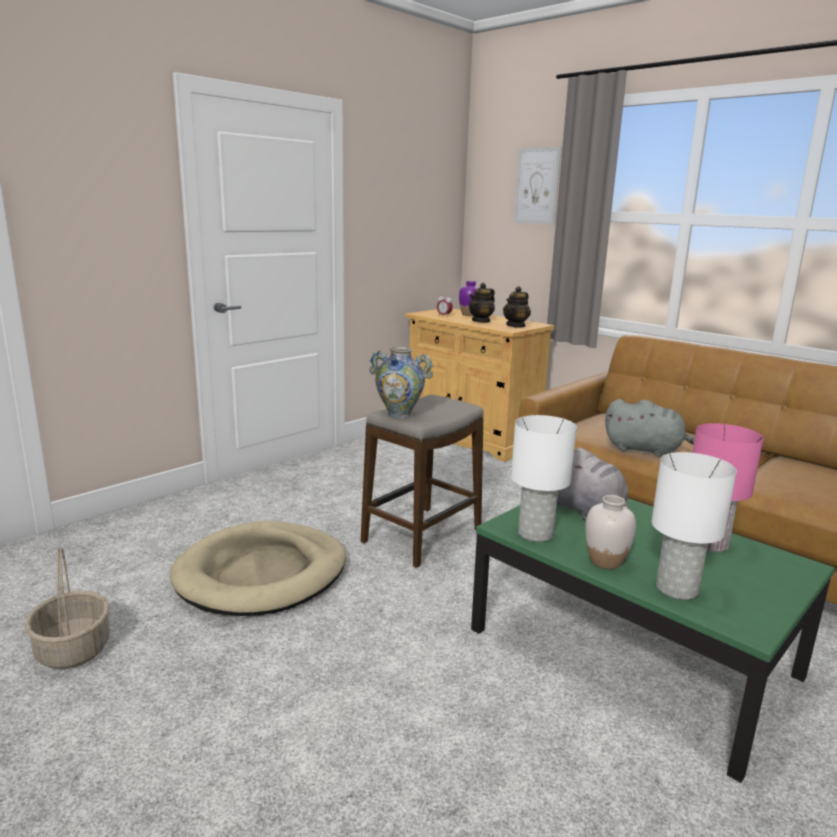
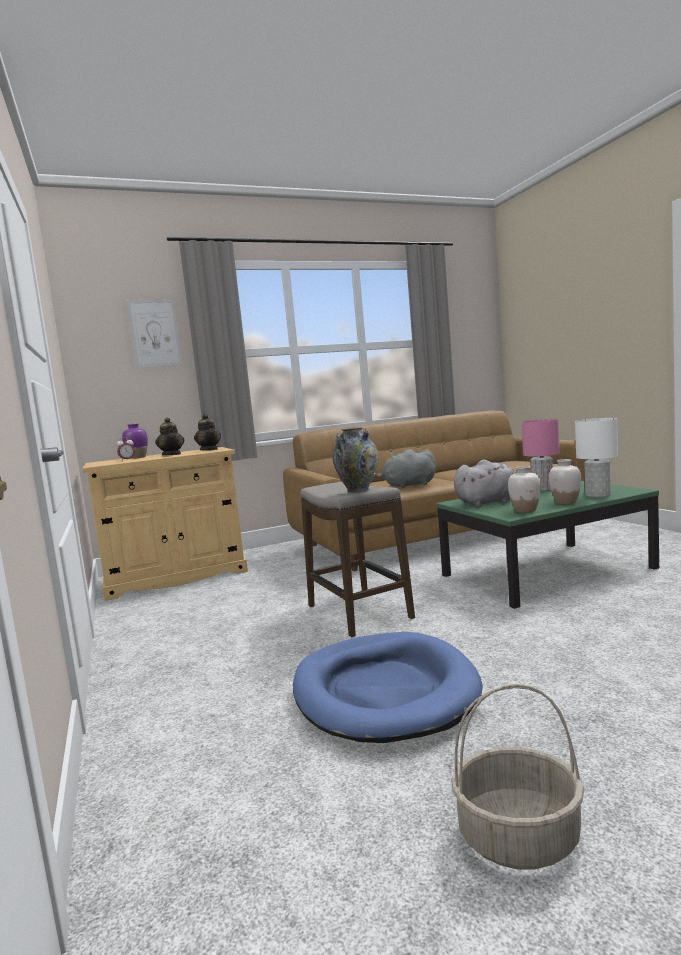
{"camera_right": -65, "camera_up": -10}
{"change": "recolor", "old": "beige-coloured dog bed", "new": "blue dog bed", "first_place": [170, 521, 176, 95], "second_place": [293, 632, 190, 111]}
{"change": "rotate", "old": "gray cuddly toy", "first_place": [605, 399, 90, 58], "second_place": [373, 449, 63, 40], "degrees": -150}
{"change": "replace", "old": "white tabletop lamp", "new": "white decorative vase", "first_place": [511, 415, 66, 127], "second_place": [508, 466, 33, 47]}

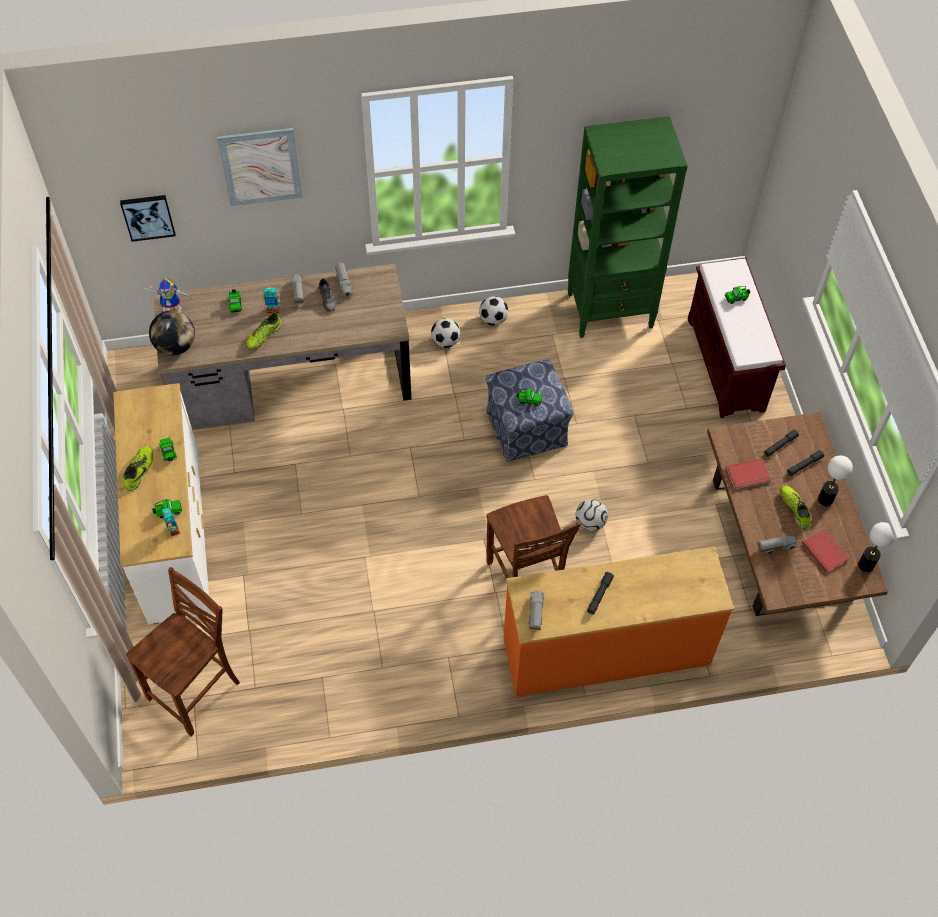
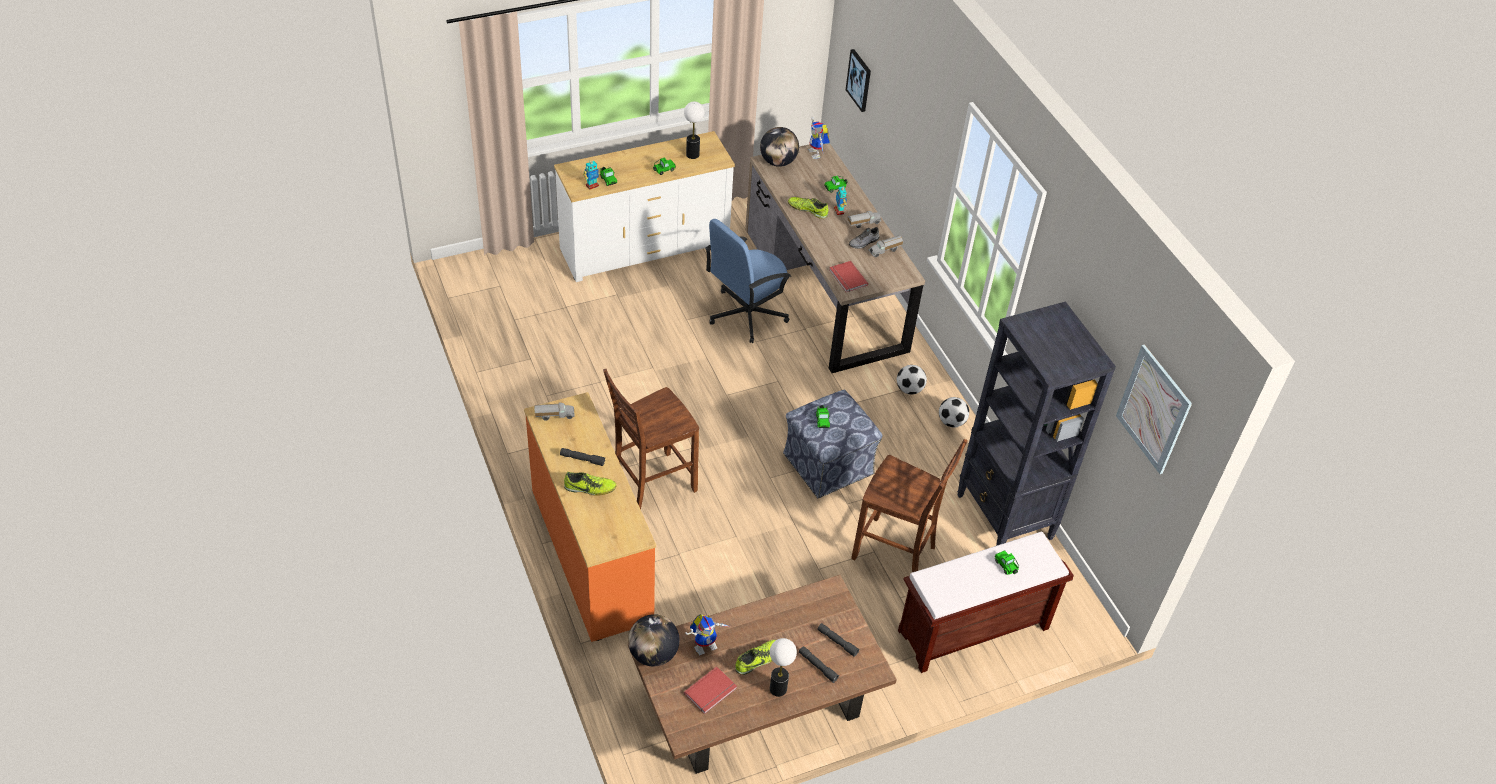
{"camera_right": 75, "camera_up": -10}
{"change": "move", "old": "item of footwear", "first_place": [122, 445, 31, 46], "second_place": [564, 472, 52, 24]}
{"change": "insert", "new": "globe", "second_place": [628, 614, 52, 52]}
{"change": "move", "old": "tabletop lamp", "first_place": [858, 522, 37, 50], "second_place": [684, 102, 20, 57]}
{"change": "replace", "old": "toy lorry", "new": "toy robot", "first_place": [757, 535, 40, 19], "second_place": [685, 614, 45, 42]}
{"change": "insert", "new": "blue computer chair", "second_place": [705, 219, 86, 124]}
{"change": "move", "old": "red-coloured book", "first_place": [726, 458, 45, 32], "second_place": [829, 261, 39, 31]}
{"change": "move", "old": "brownish plain chair", "first_place": [126, 567, 114, 169], "second_place": [851, 439, 116, 133]}
{"change": "recolor", "old": "green bookcase", "new": "blackish bookcase", "first_place": [568, 116, 120, 222], "second_place": [957, 301, 159, 245]}
{"change": "move", "old": "wall picture", "first_place": [217, 128, 86, 78], "second_place": [1116, 344, 76, 130]}
{"change": "delete", "old": "football", "first_place": [576, 499, 32, 32]}

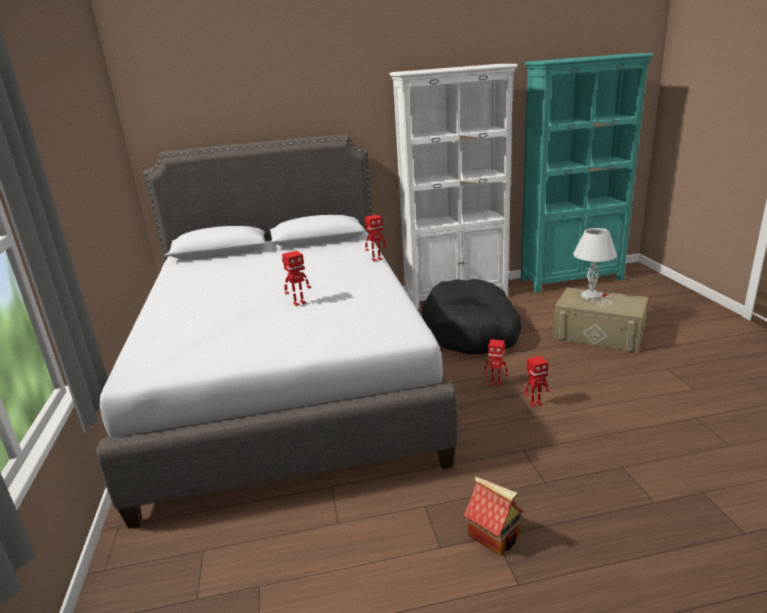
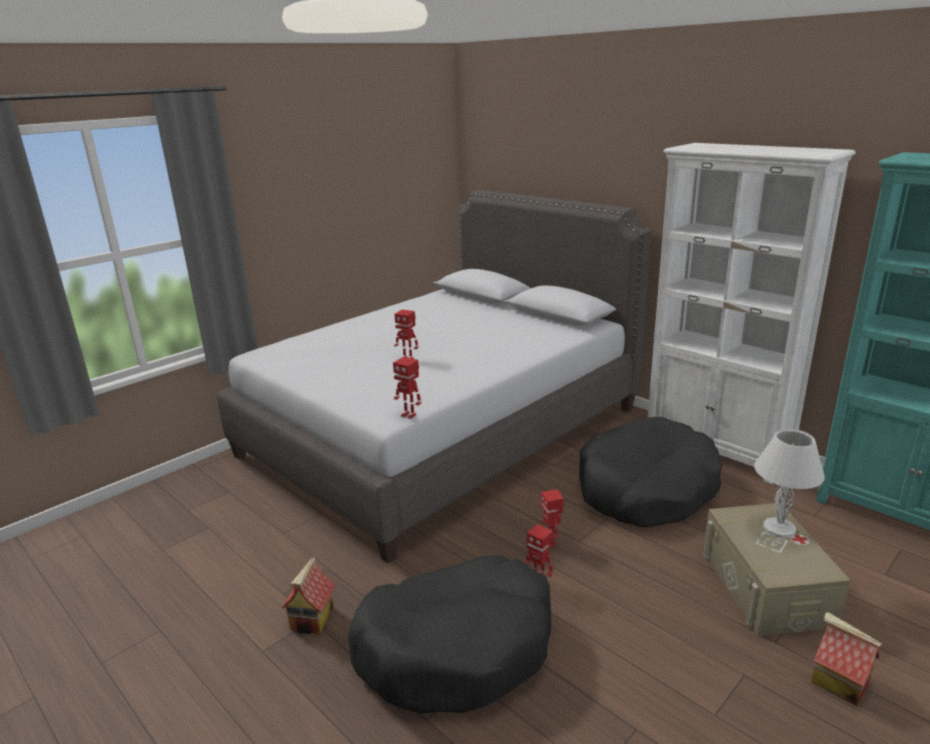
{"camera_right": 55, "camera_up": 0}
{"change": "insert", "new": "blackish dog bed", "second_place": [347, 555, 204, 158]}
{"change": "move", "old": "toy robot", "first_place": [365, 215, 23, 47], "second_place": [393, 357, 28, 62]}
{"change": "insert", "new": "model house", "second_place": [811, 612, 71, 94]}

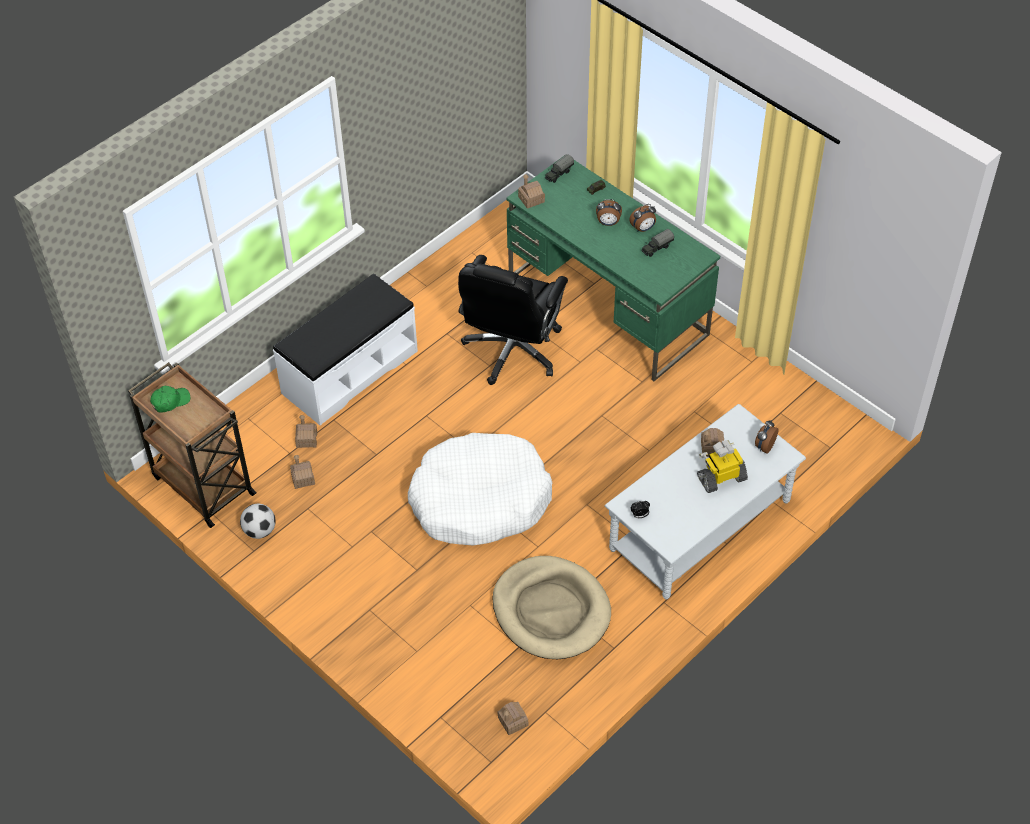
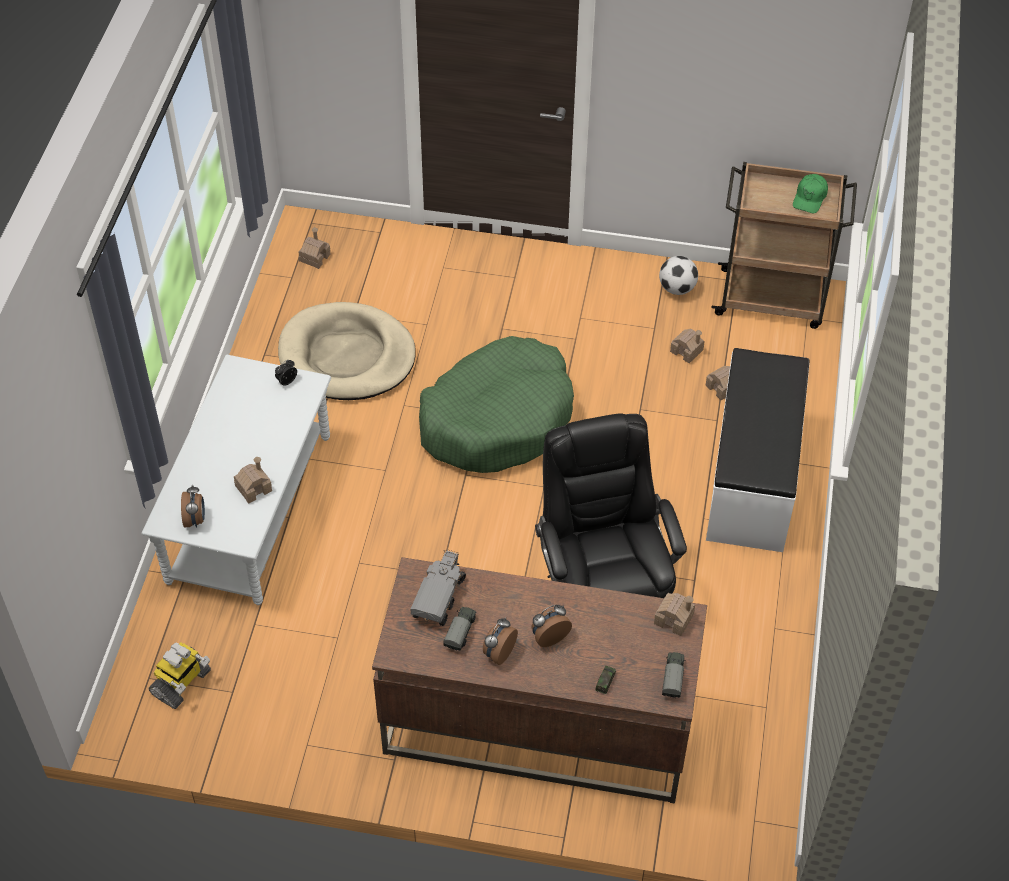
{"camera_right": 145, "camera_up": 0}
{"change": "move", "old": "toy robot", "first_place": [697, 440, 51, 53], "second_place": [148, 642, 63, 67]}
{"change": "recolor", "old": "green desk", "new": "brownish desk", "first_place": [506, 155, 214, 226], "second_place": [372, 557, 335, 247]}
{"change": "insert", "new": "toy lorry", "second_place": [411, 550, 55, 76]}
{"change": "recolor", "old": "white dog bed", "new": "green dog bed", "first_place": [408, 433, 144, 112], "second_place": [419, 336, 155, 137]}

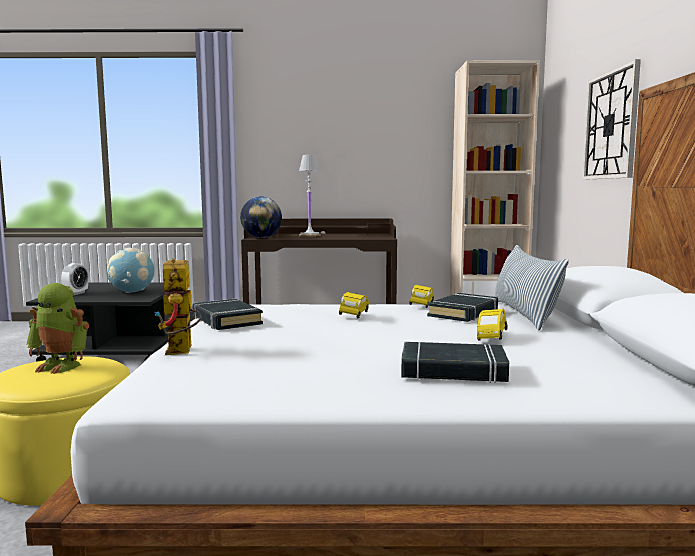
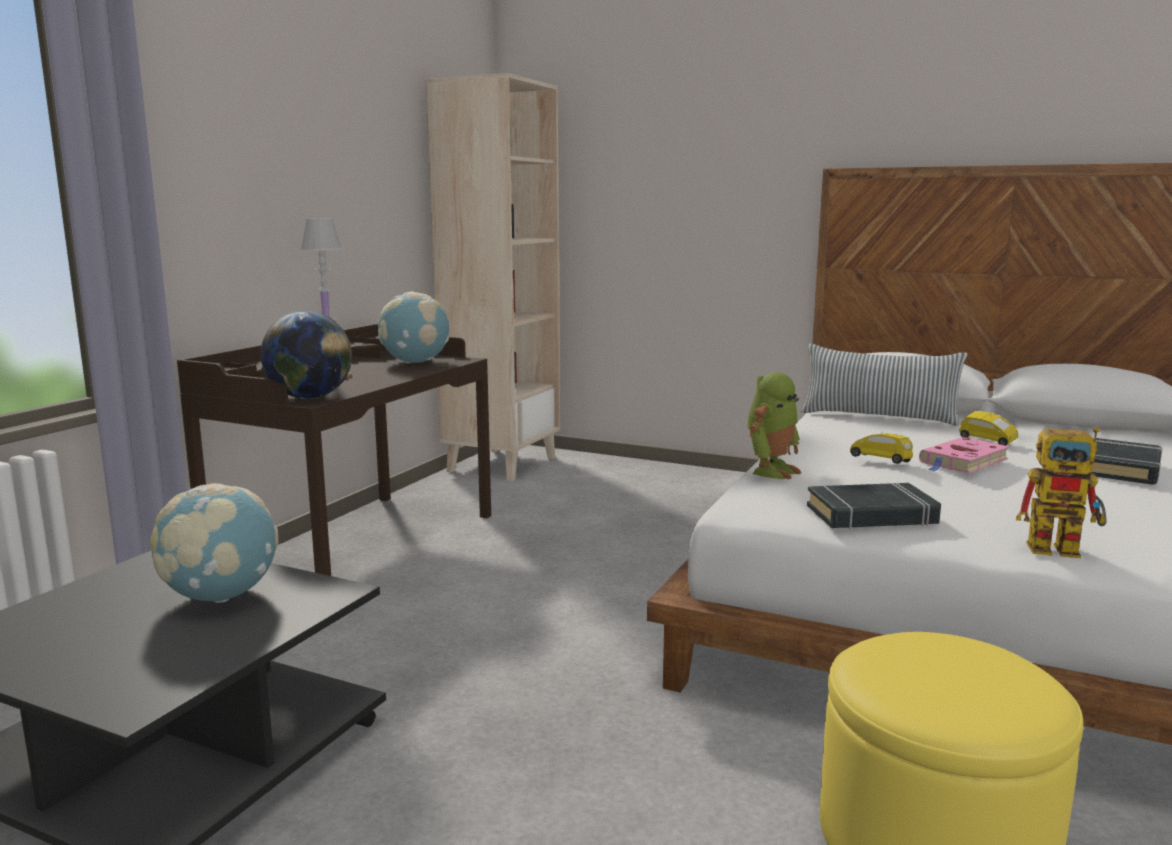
{"camera_right": -65, "camera_up": 5}
{"change": "insert", "new": "globe", "second_place": [378, 292, 71, 72]}
{"change": "move", "old": "toy robot", "first_place": [27, 283, 62, 91], "second_place": [747, 372, 54, 107]}
{"change": "insert", "new": "pink book", "second_place": [919, 437, 91, 37]}
{"change": "delete", "old": "table clock", "first_place": [61, 263, 27, 32]}
{"change": "delete", "old": "yellowish model car", "first_place": [410, 285, 24, 23]}
{"change": "delete", "old": "blackish book", "first_place": [427, 293, 71, 29]}
{"change": "delete", "old": "wall clock", "first_place": [583, 59, 58, 121]}

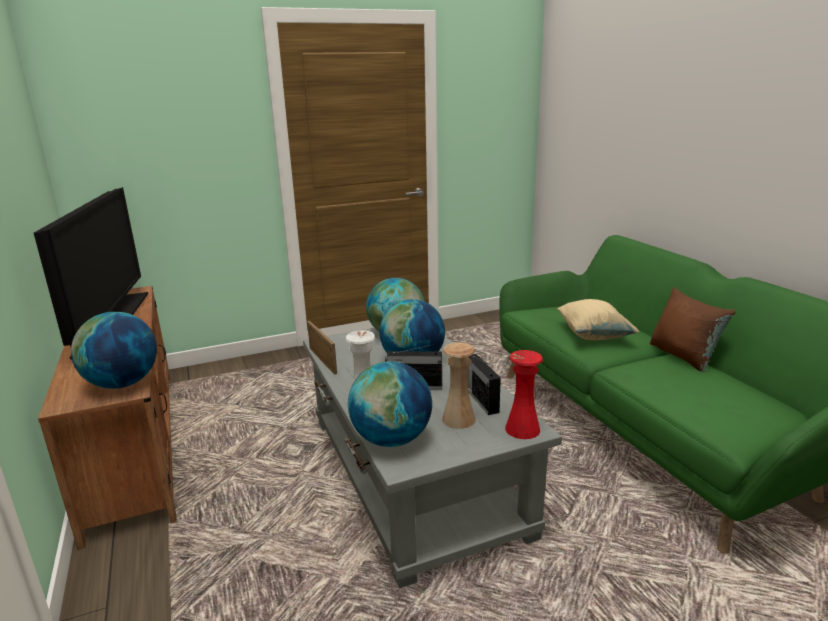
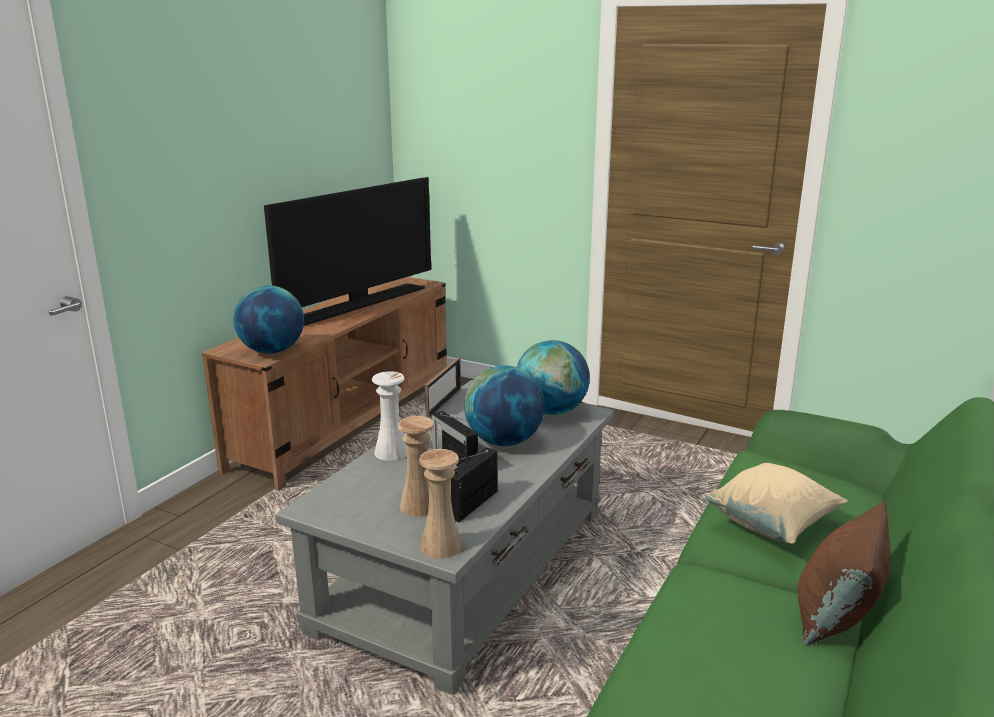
{"camera_right": 50, "camera_up": 0}
{"change": "recolor", "old": "red-coloured decorative vase", "new": "beige-coloured decorative vase", "first_place": [505, 350, 38, 89], "second_place": [419, 449, 44, 110]}
{"change": "delete", "old": "globe", "first_place": [348, 361, 84, 86]}

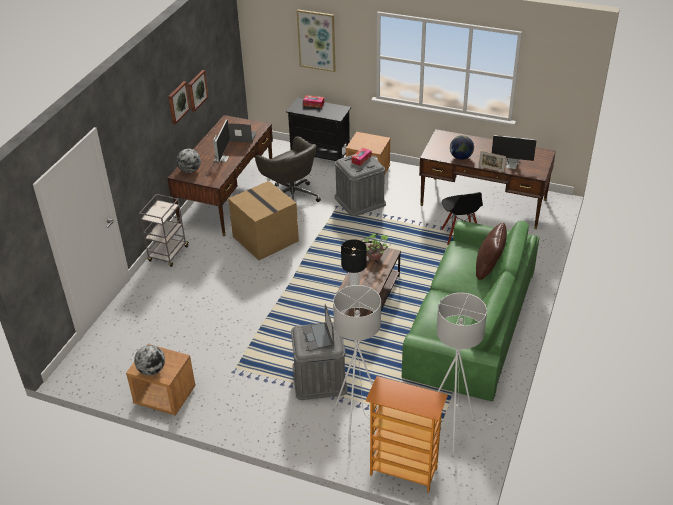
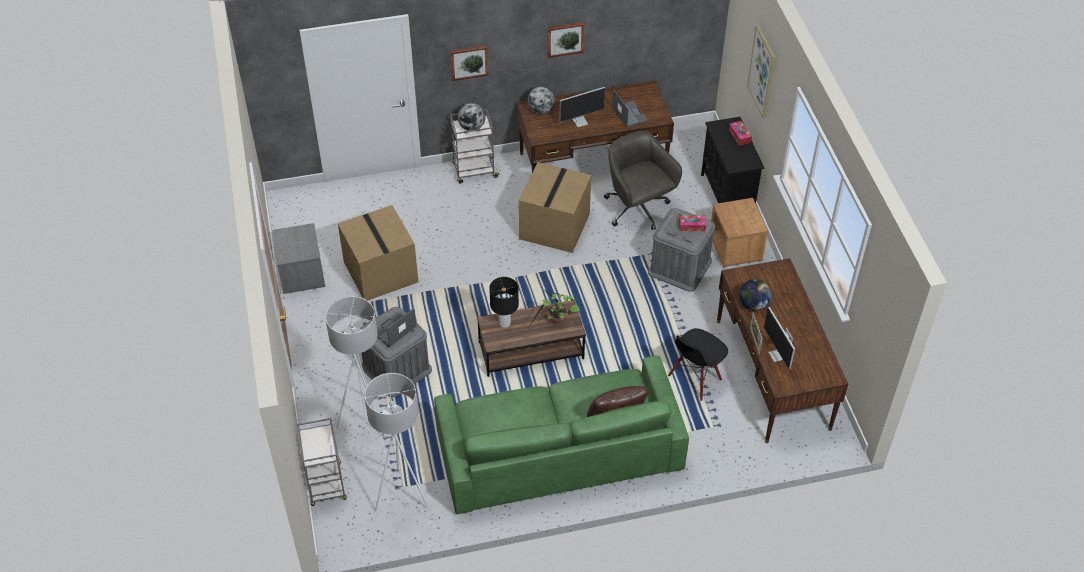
{"camera_right": 55, "camera_up": 10}
{"change": "recolor", "old": "brownish bedside table", "new": "gray bedside table", "first_place": [126, 344, 69, 72], "second_place": [272, 223, 53, 71]}
{"change": "replace", "old": "bookcase", "new": "gray trolley", "first_place": [366, 376, 82, 117], "second_place": [297, 418, 50, 88]}
{"change": "insert", "new": "packing box", "second_place": [338, 205, 80, 96]}
{"change": "move", "old": "wall picture", "first_place": [188, 70, 20, 42], "second_place": [450, 45, 38, 36]}
{"change": "move", "old": "globe", "first_place": [134, 345, 31, 30], "second_place": [458, 103, 27, 28]}
{"change": "rotate", "old": "gray computer chair", "first_place": [255, 136, 66, 66], "second_place": [604, 131, 78, 99], "degrees": 135}

